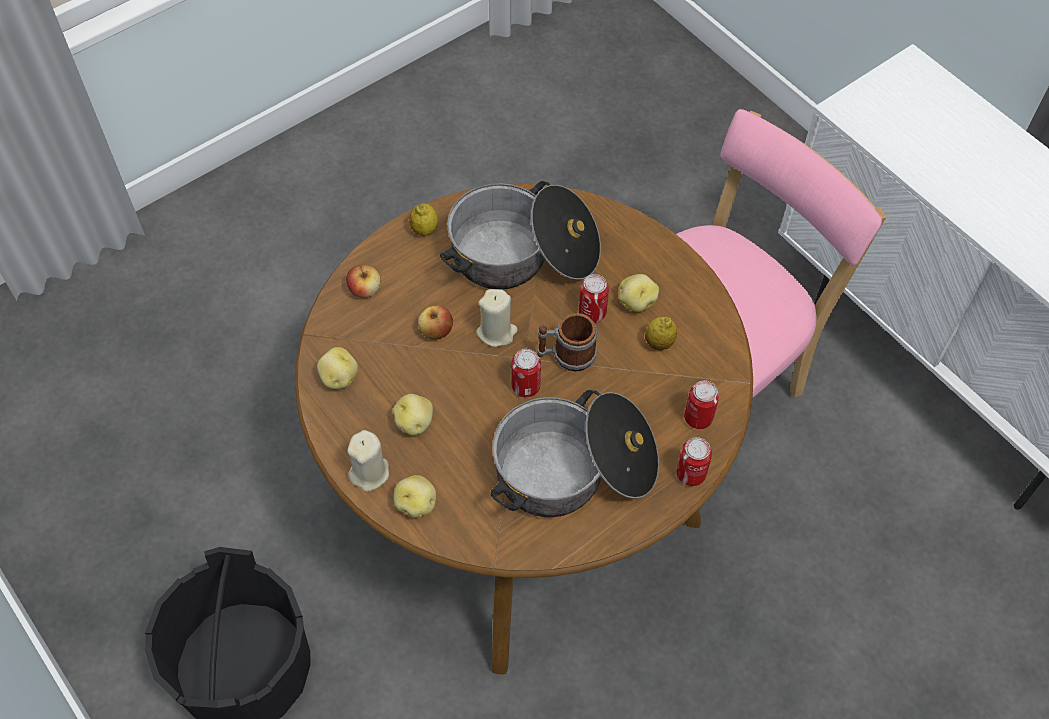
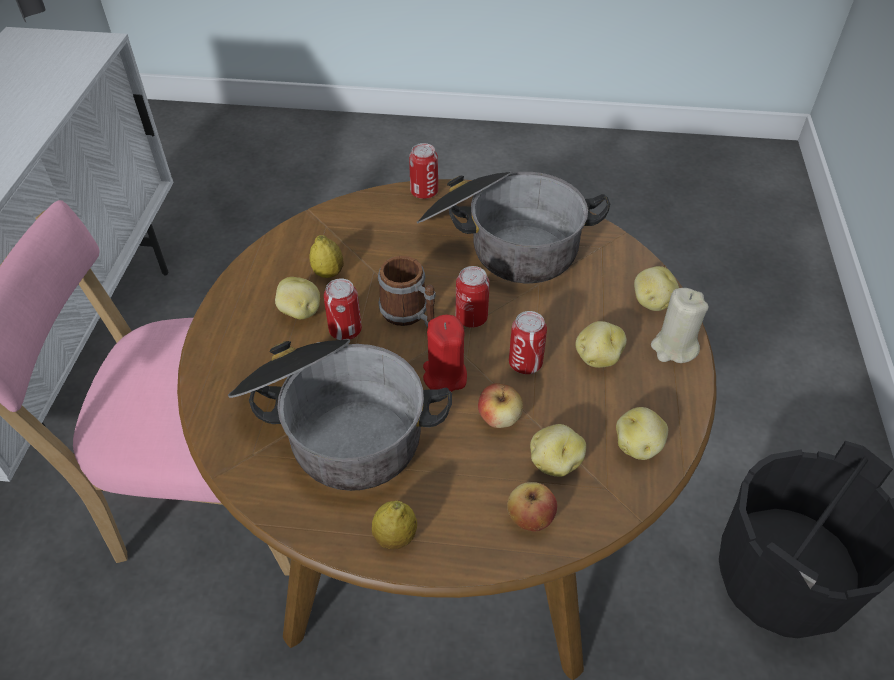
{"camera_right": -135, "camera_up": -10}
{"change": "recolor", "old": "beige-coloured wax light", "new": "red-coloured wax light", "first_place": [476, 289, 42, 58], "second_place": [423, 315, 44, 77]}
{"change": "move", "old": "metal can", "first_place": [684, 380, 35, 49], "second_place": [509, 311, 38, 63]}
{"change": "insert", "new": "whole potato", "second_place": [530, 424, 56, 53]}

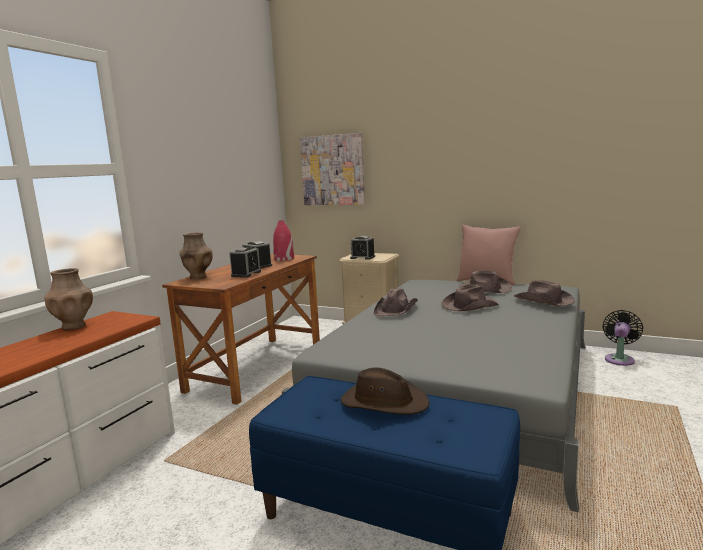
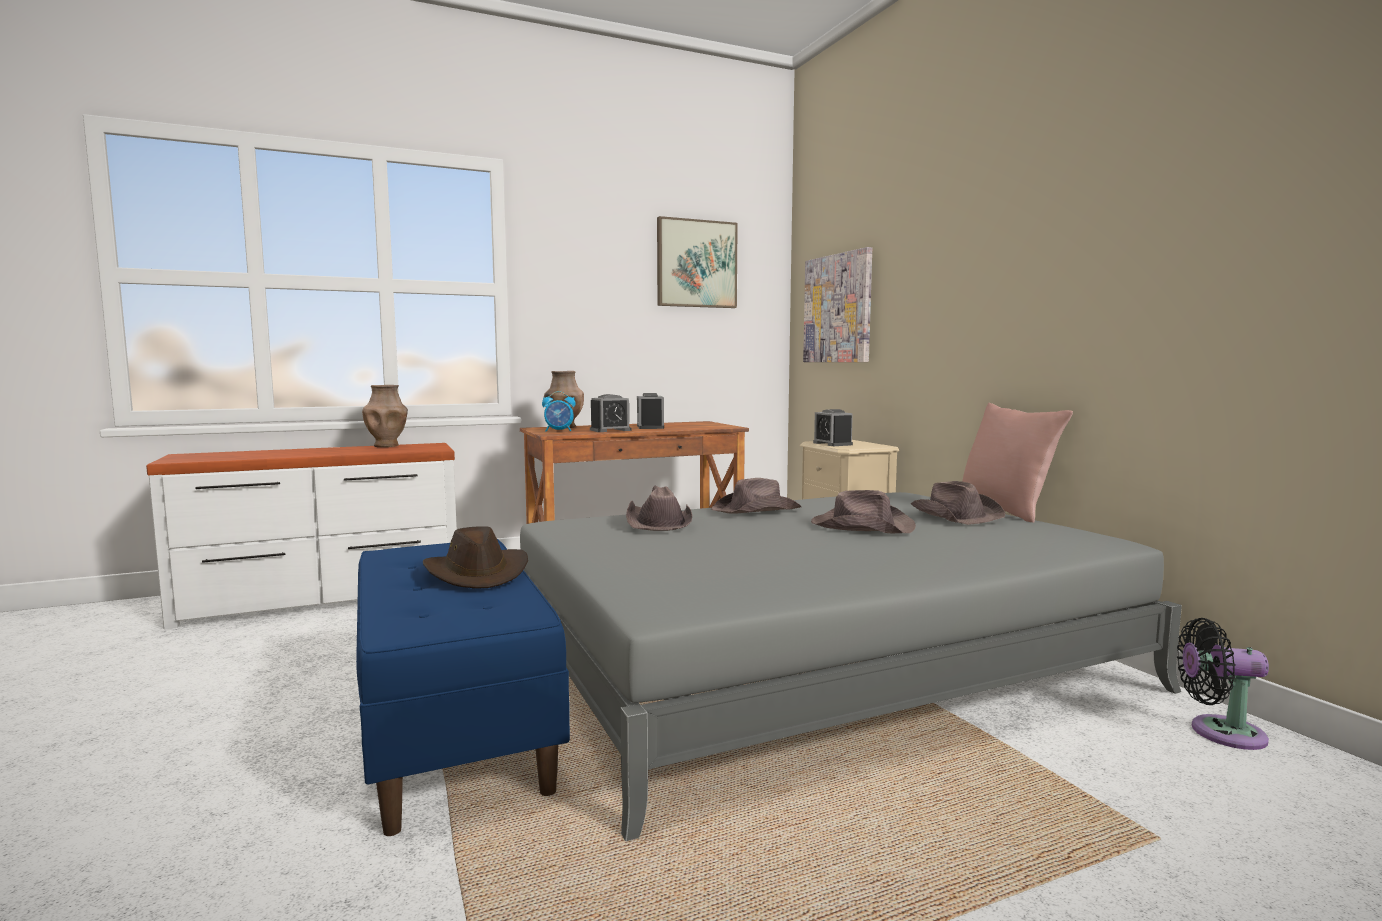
{"camera_right": 40, "camera_up": -5}
{"change": "insert", "new": "table clock", "second_place": [542, 391, 34, 41]}
{"change": "move", "old": "brownish hat", "first_place": [514, 280, 61, 26], "second_place": [626, 485, 66, 46]}
{"change": "insert", "new": "wall picture", "second_place": [657, 216, 81, 92]}
{"change": "rotate", "old": "blackish electric fan", "first_place": [603, 310, 40, 56], "second_place": [1177, 618, 92, 132], "degrees": -150}
{"change": "delete", "old": "red-coloured decorative vase", "first_place": [273, 220, 21, 41]}

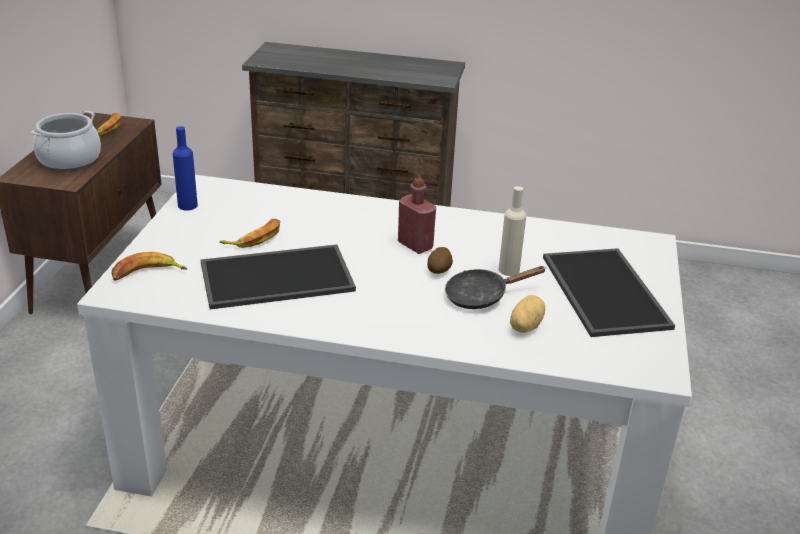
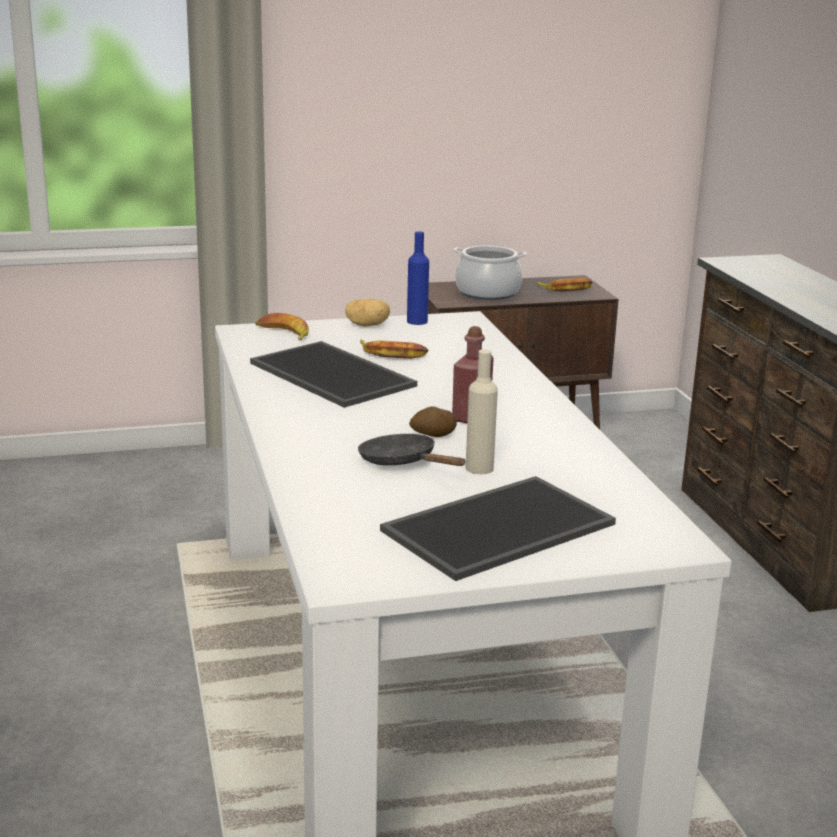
{"camera_right": 65, "camera_up": -10}
{"change": "move", "old": "whole potato", "first_place": [510, 295, 35, 38], "second_place": [345, 299, 45, 28]}

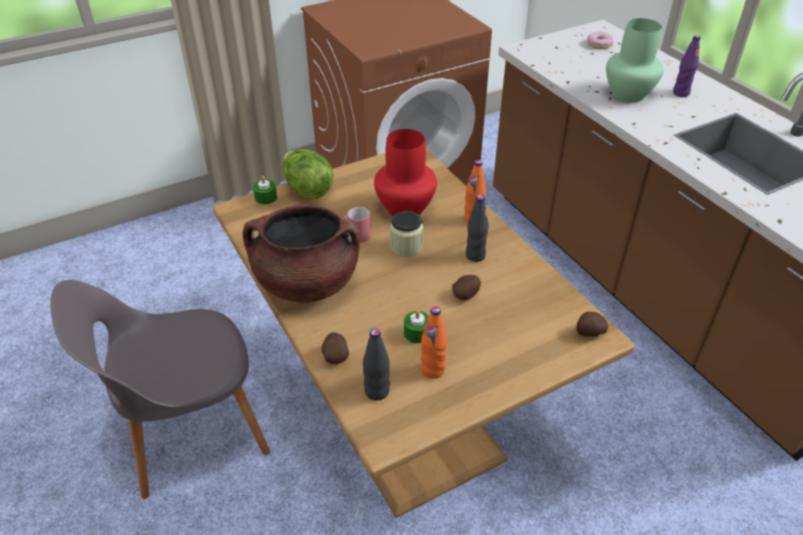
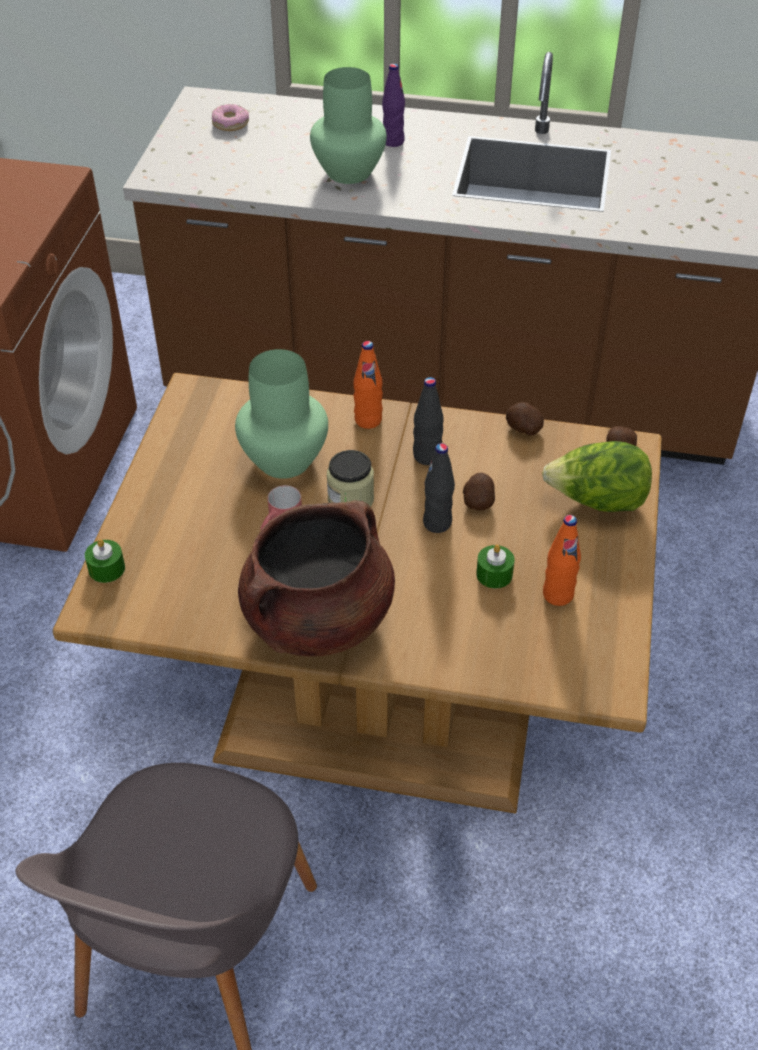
{"camera_right": -50, "camera_up": 5}
{"change": "recolor", "old": "red-coloured decorative vase", "new": "green decorative vase", "first_place": [374, 129, 63, 87], "second_place": [235, 349, 93, 130]}
{"change": "move", "old": "blackish bottle", "first_place": [363, 328, 27, 72], "second_place": [423, 443, 32, 90]}
{"change": "move", "old": "whole potato", "first_place": [322, 333, 27, 31], "second_place": [506, 402, 38, 34]}
{"change": "move", "old": "lettuce head", "first_place": [283, 149, 51, 51], "second_place": [542, 441, 110, 71]}

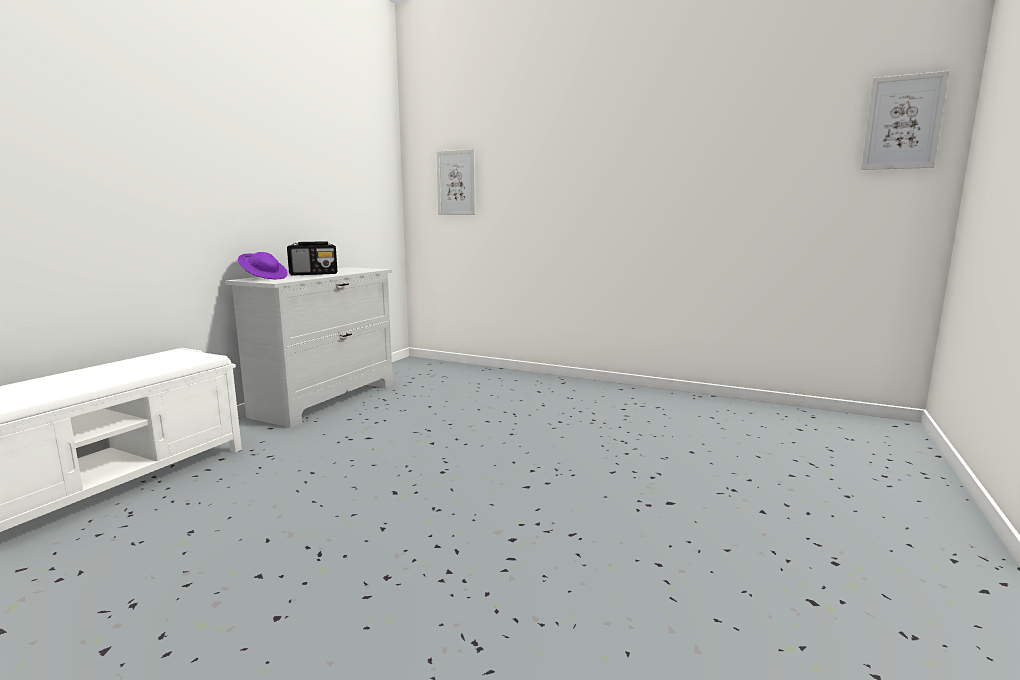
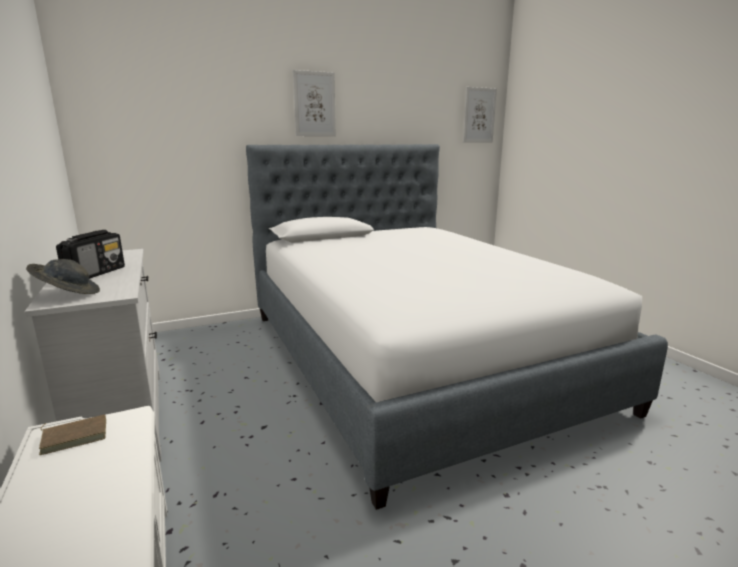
{"camera_right": -50, "camera_up": 5}
{"change": "recolor", "old": "purplish hat", "new": "gray hat", "first_place": [238, 252, 50, 27], "second_place": [26, 259, 74, 35]}
{"change": "insert", "new": "brownish book", "second_place": [39, 415, 67, 40]}
{"change": "insert", "new": "bed", "second_place": [246, 144, 422, 366]}
{"change": "move", "old": "wall picture", "first_place": [436, 149, 40, 66], "second_place": [293, 70, 43, 66]}

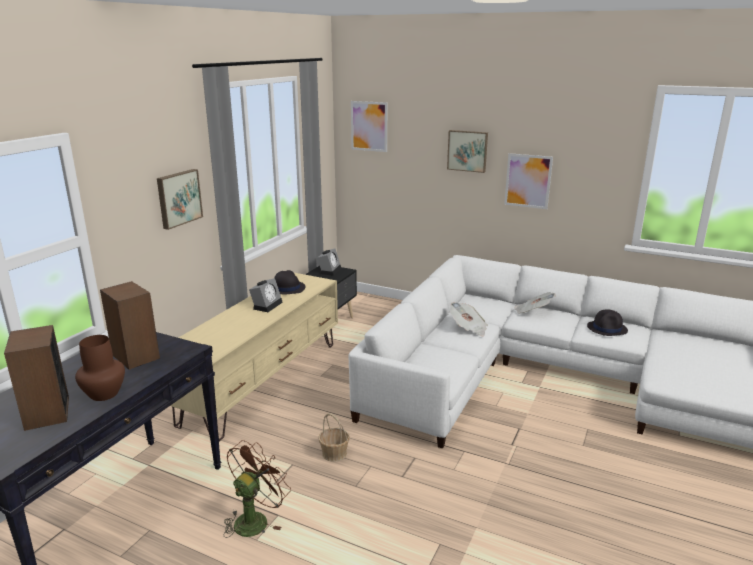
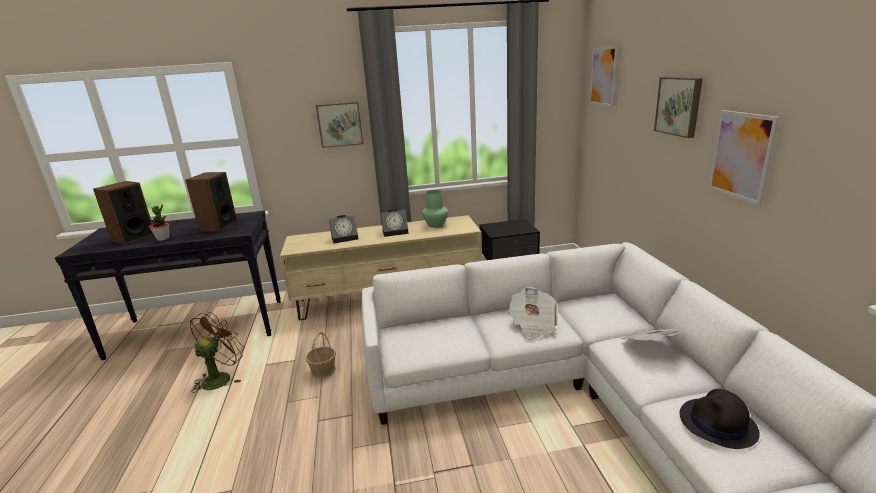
{"camera_right": 55, "camera_up": 0}
{"change": "replace", "old": "brownish decorative vase", "new": "houseplant", "first_place": [75, 335, 50, 66], "second_place": [149, 204, 20, 37]}
{"change": "rotate", "old": "brownish electric fan", "first_place": [224, 440, 67, 98], "second_place": [190, 312, 54, 81], "degrees": -60}
{"change": "move", "old": "table clock", "first_place": [317, 248, 24, 28], "second_place": [329, 215, 30, 28]}
{"change": "replace", "old": "blackish hat", "new": "green decorative vase", "first_place": [274, 270, 32, 24], "second_place": [422, 190, 26, 38]}

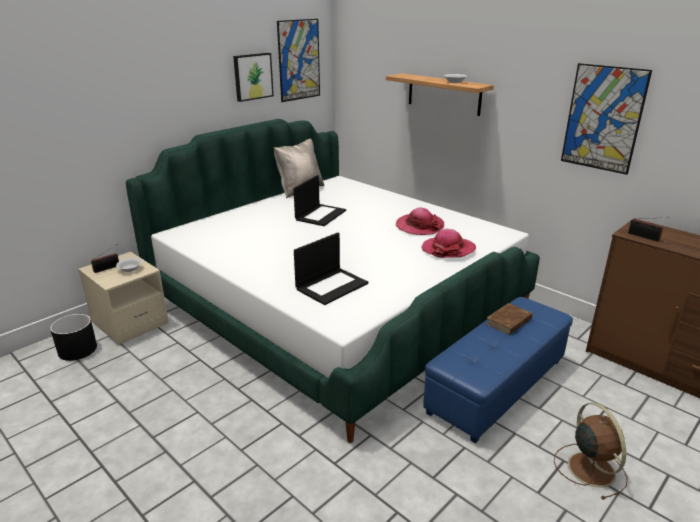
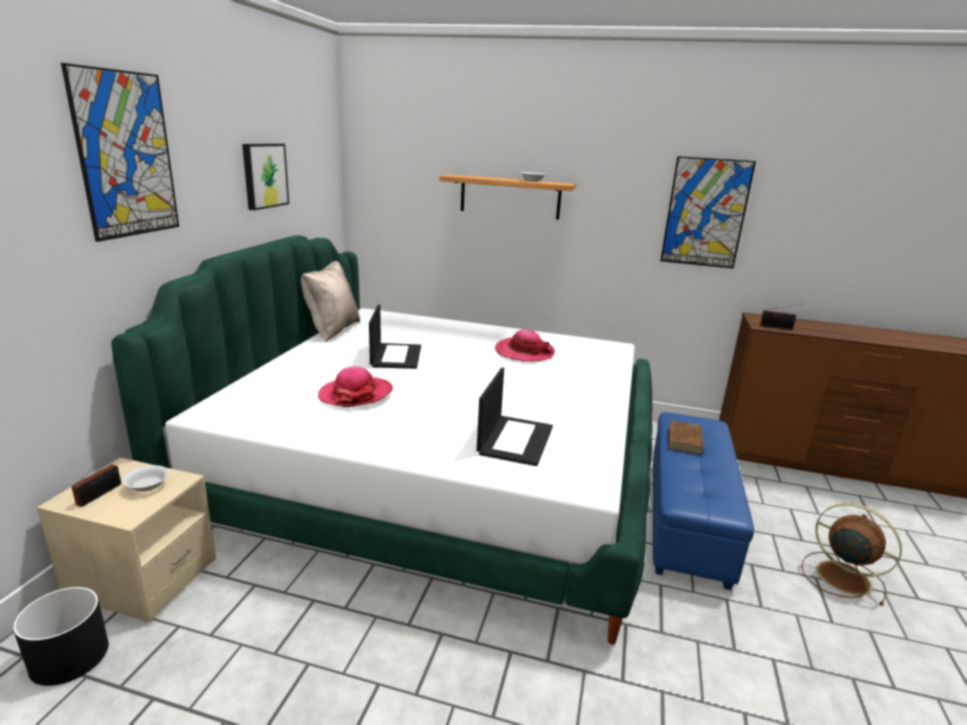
{"camera_right": -30, "camera_up": -5}
{"change": "move", "old": "wall picture", "first_place": [277, 19, 43, 83], "second_place": [61, 63, 118, 179]}
{"change": "move", "old": "hat", "first_place": [421, 229, 55, 29], "second_place": [318, 366, 75, 41]}

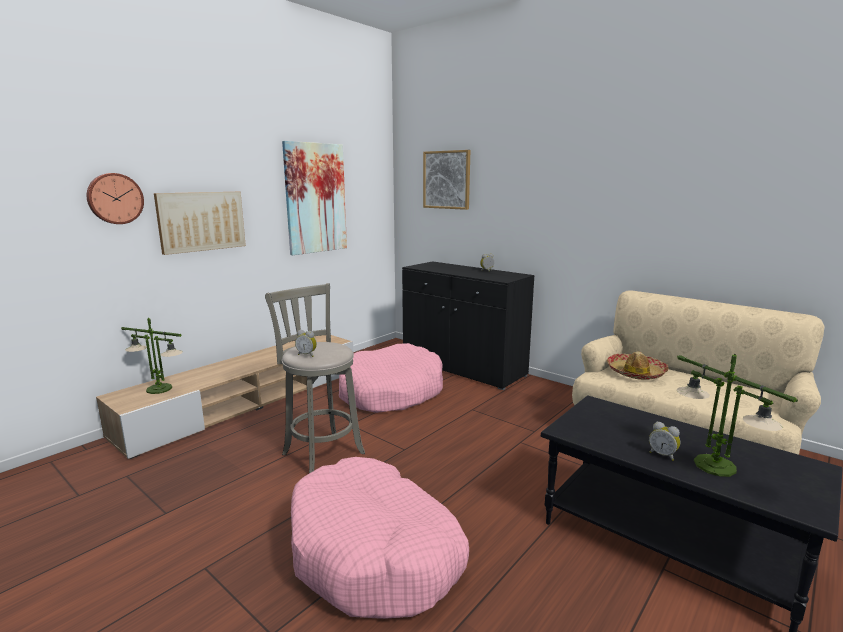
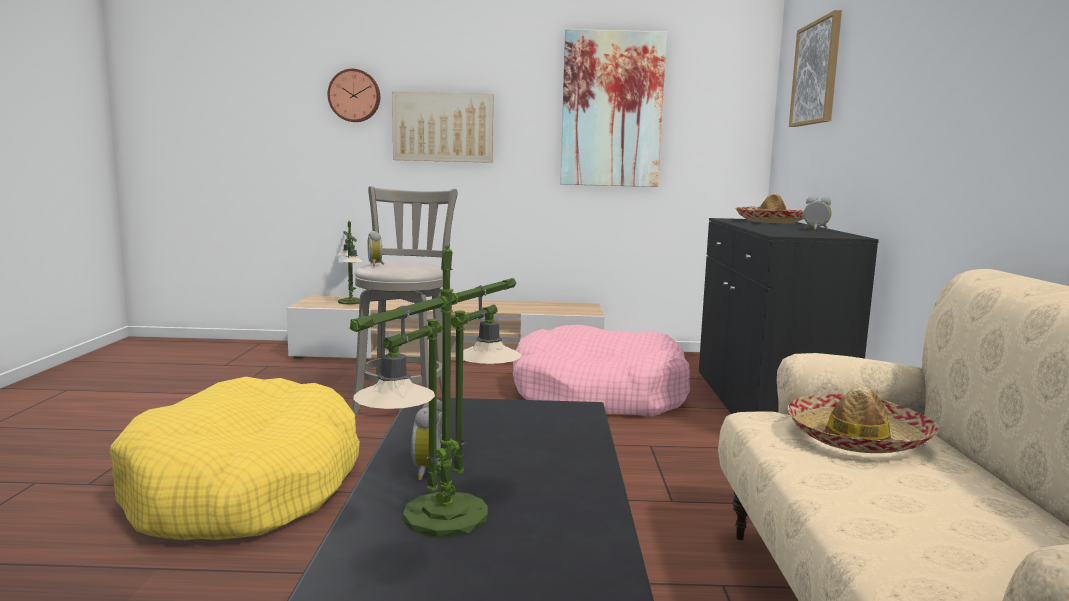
{"camera_right": 50, "camera_up": -5}
{"change": "recolor", "old": "pink dog bed", "new": "yellowish dog bed", "first_place": [291, 457, 178, 162], "second_place": [110, 377, 250, 163]}
{"change": "insert", "new": "hat", "second_place": [735, 193, 69, 30]}

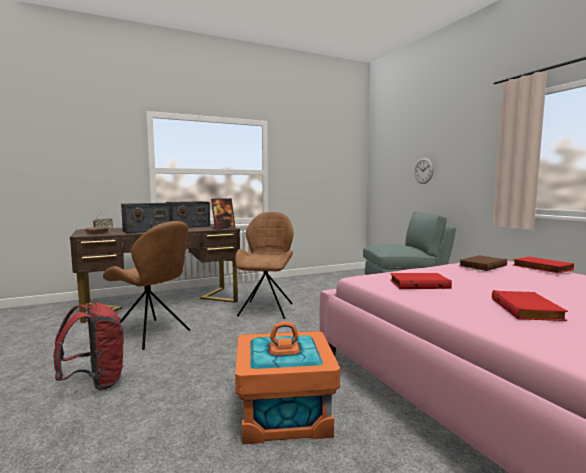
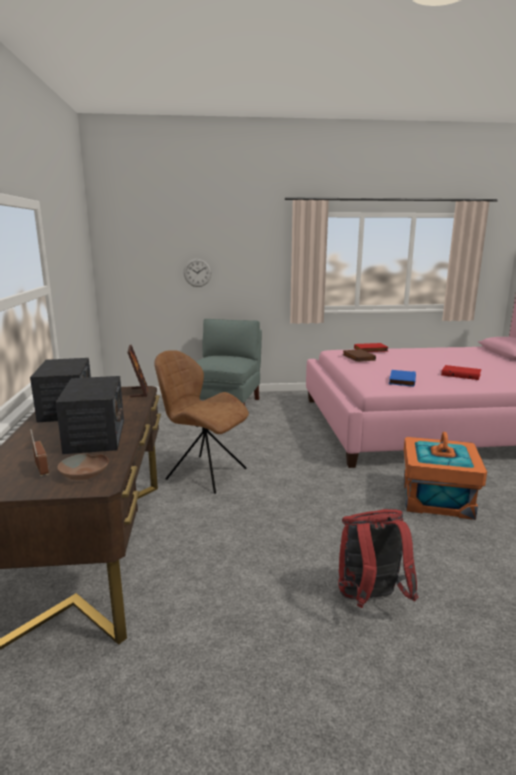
{"camera_right": -70, "camera_up": 10}
{"change": "recolor", "old": "red-coloured book", "new": "blue book", "first_place": [390, 273, 62, 16], "second_place": [389, 370, 27, 17]}
{"change": "delete", "old": "brownish plain chair", "first_place": [103, 221, 87, 129]}

